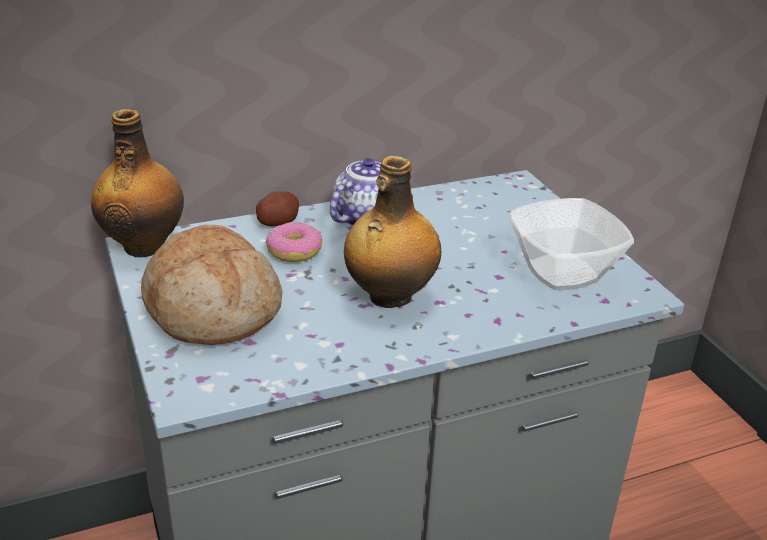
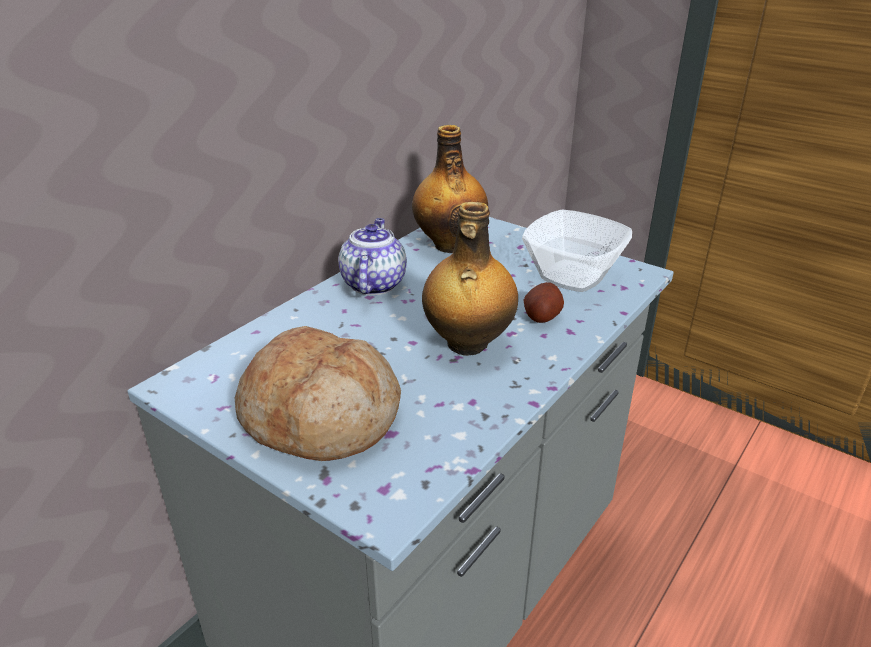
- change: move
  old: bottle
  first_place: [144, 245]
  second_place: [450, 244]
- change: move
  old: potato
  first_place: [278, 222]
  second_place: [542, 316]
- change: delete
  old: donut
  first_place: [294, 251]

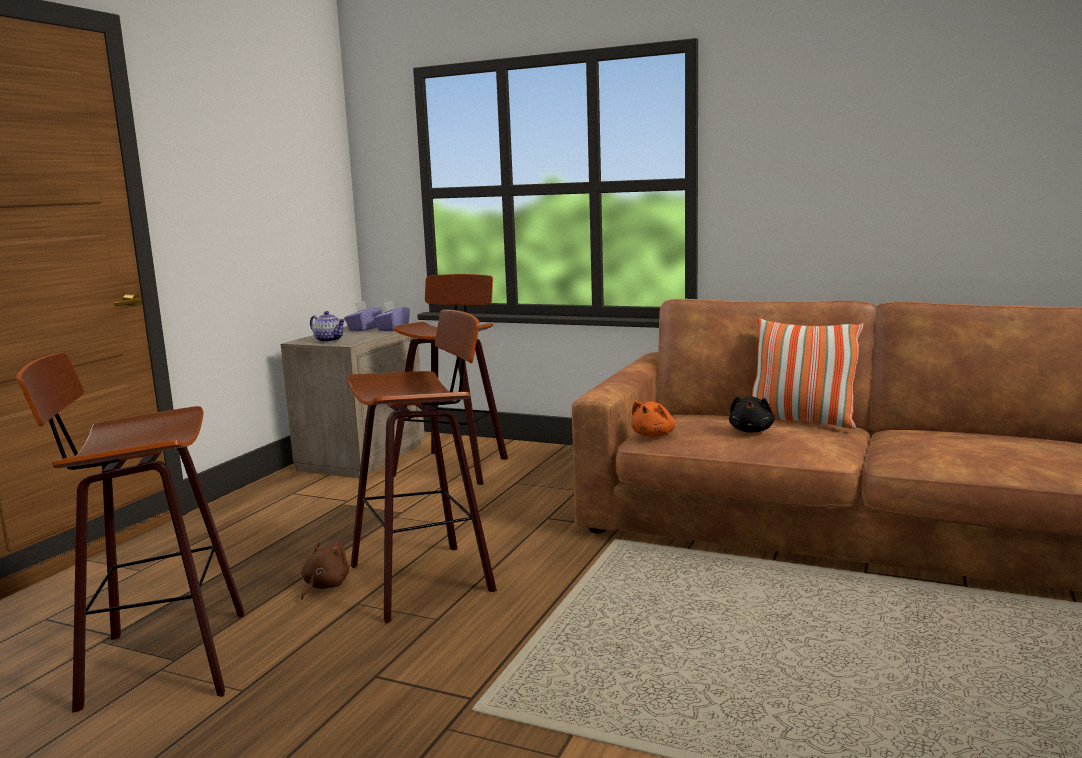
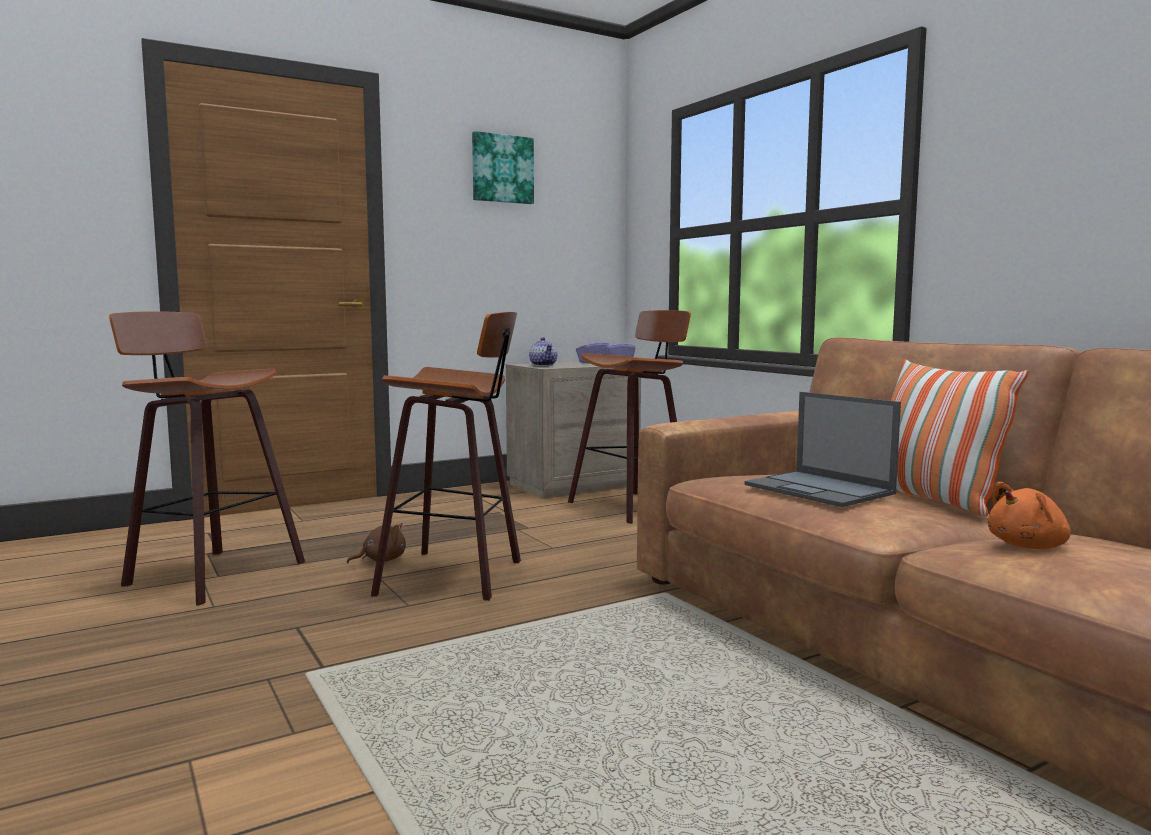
- change: insert
  new: picture
  second_place: [502, 169]
- change: replace
  old: plush toy (black)
  new: laptop
  first_place: [751, 430]
  second_place: [820, 489]
- change: move
  old: plush toy (orange)
  first_place: [654, 435]
  second_place: [1030, 546]

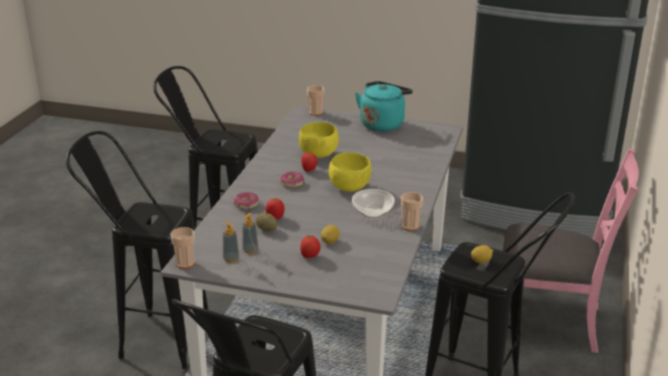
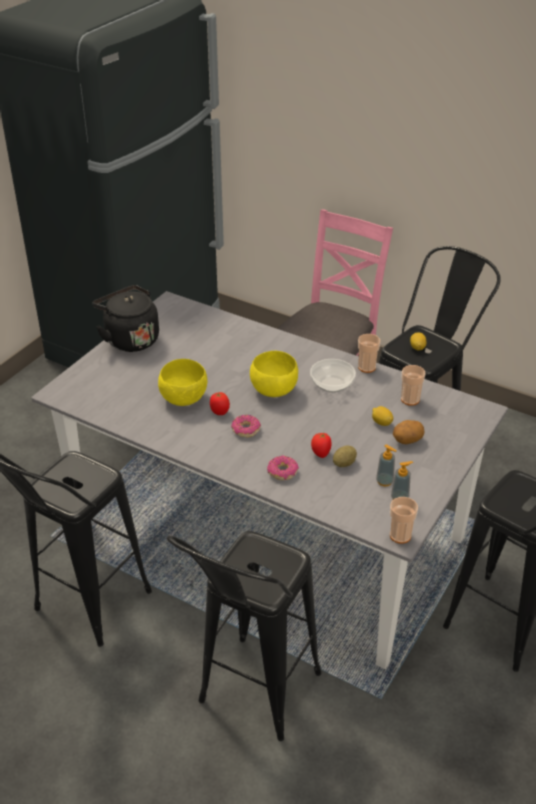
- change: recolor
  old: kettle (turquoise)
  new: kettle (black)
  first_place: [383, 123]
  second_place: [130, 339]
- change: replace
  old: tomato
  new: potato
  first_place: [310, 256]
  second_place: [407, 440]
- change: move
  old: cup
  first_place: [315, 112]
  second_place: [410, 399]

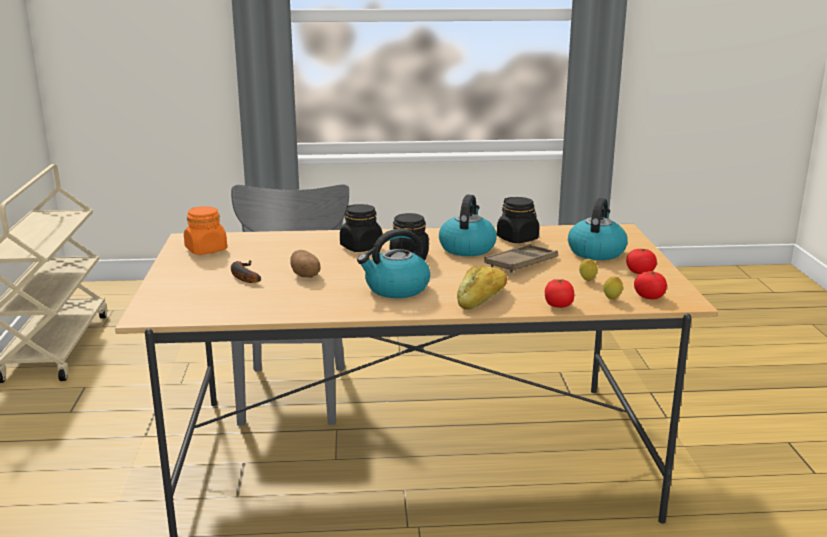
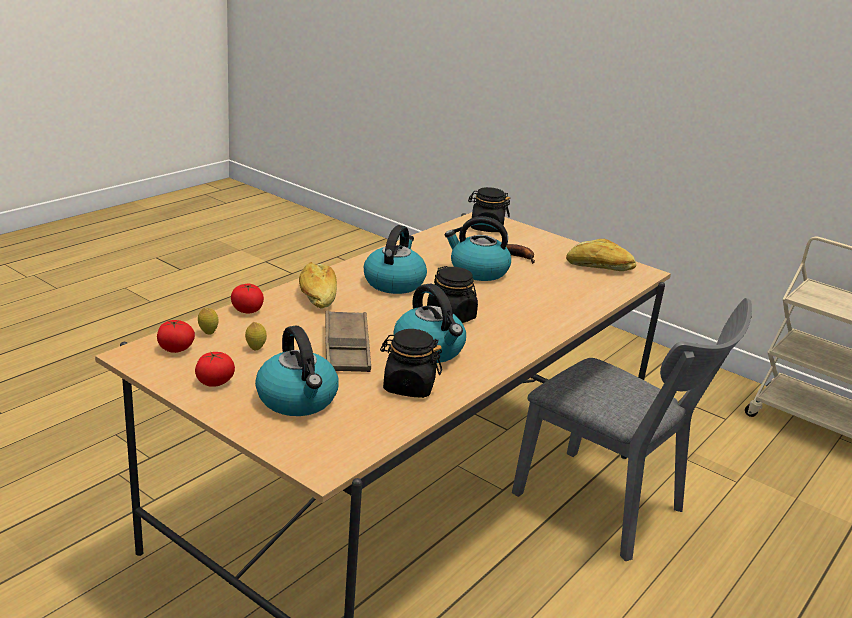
- change: replace
  old: potato
  new: kettle
  first_place: [306, 276]
  second_place: [478, 271]
- change: move
  old: jar (black)
  first_place: [361, 247]
  second_place: [486, 227]
- change: replace
  old: jar (orange)
  new: bread
  first_place: [206, 250]
  second_place: [599, 267]

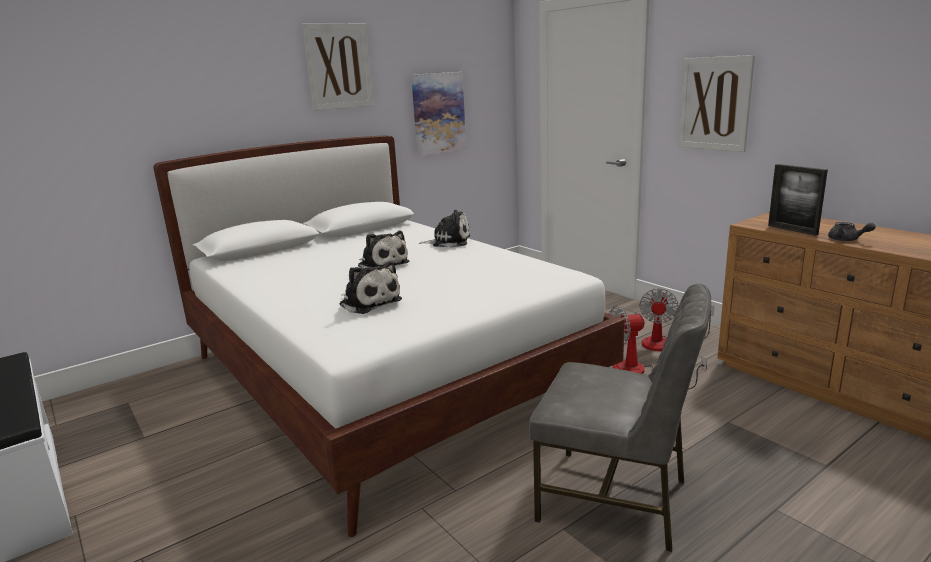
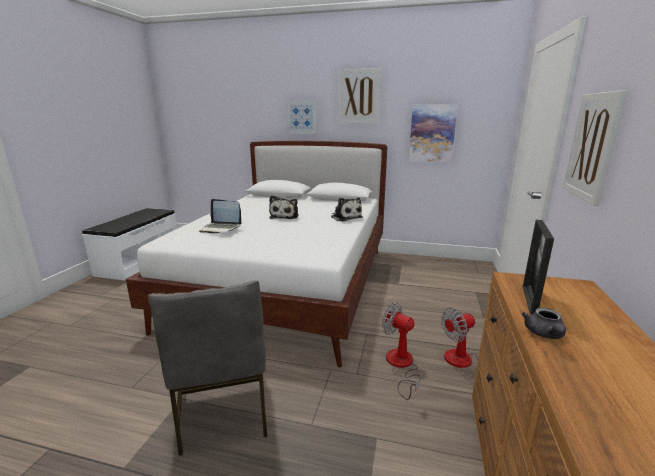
- change: replace
  old: plush toy
  new: laptop
  first_place: [369, 302]
  second_place: [221, 228]
- change: insert
  new: picture
  second_place: [302, 116]

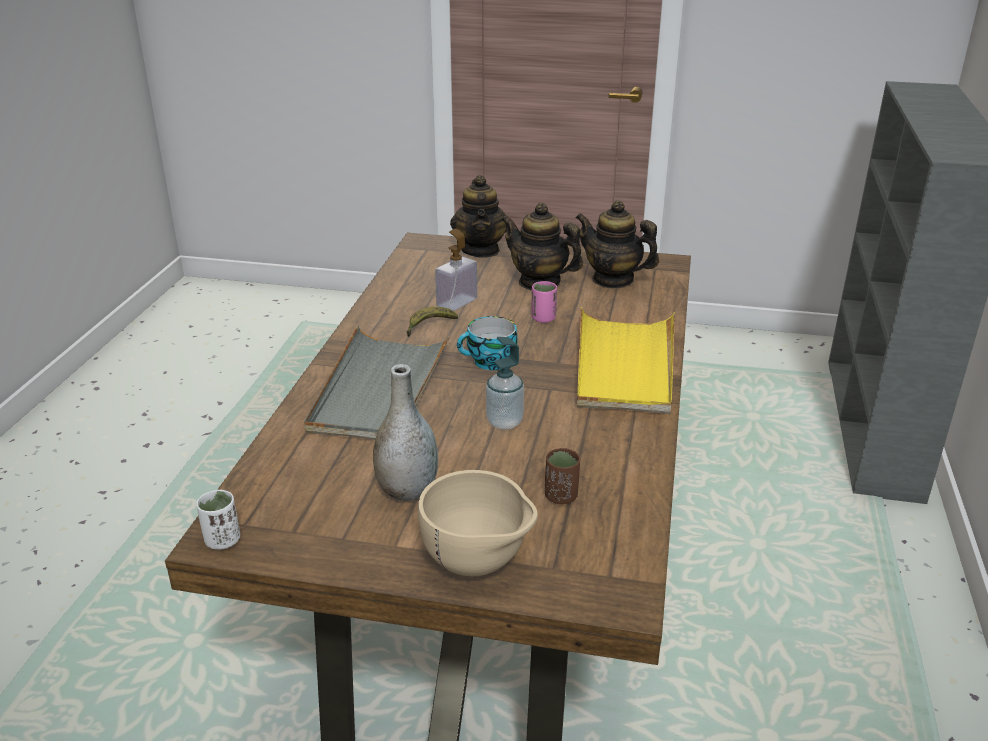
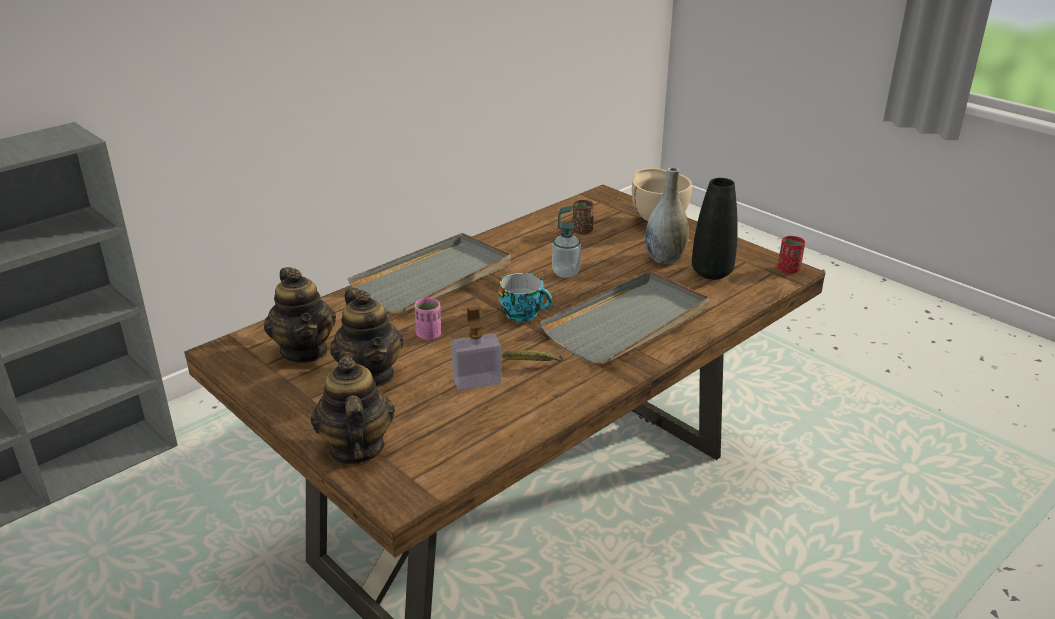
- change: rotate
  old: teapot
  first_place: [480, 250]
  second_place: [356, 448]
  degrees: -45
- change: recolor
  old: tray (yellow)
  new: tray (grey)
  first_place: [624, 365]
  second_place: [434, 278]
- change: insert
  new: vase (black)
  second_place: [711, 273]
- change: recolor
  old: cup (white)
  new: cup (red)
  first_place: [222, 540]
  second_place: [788, 269]

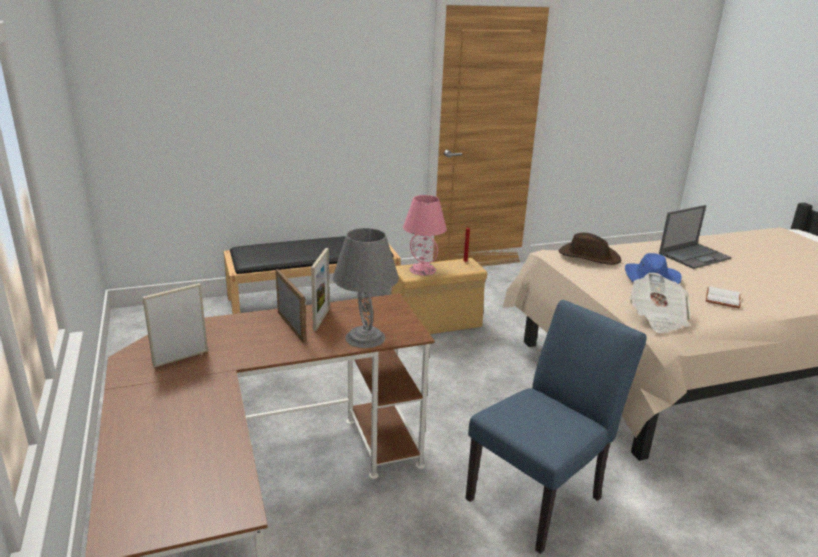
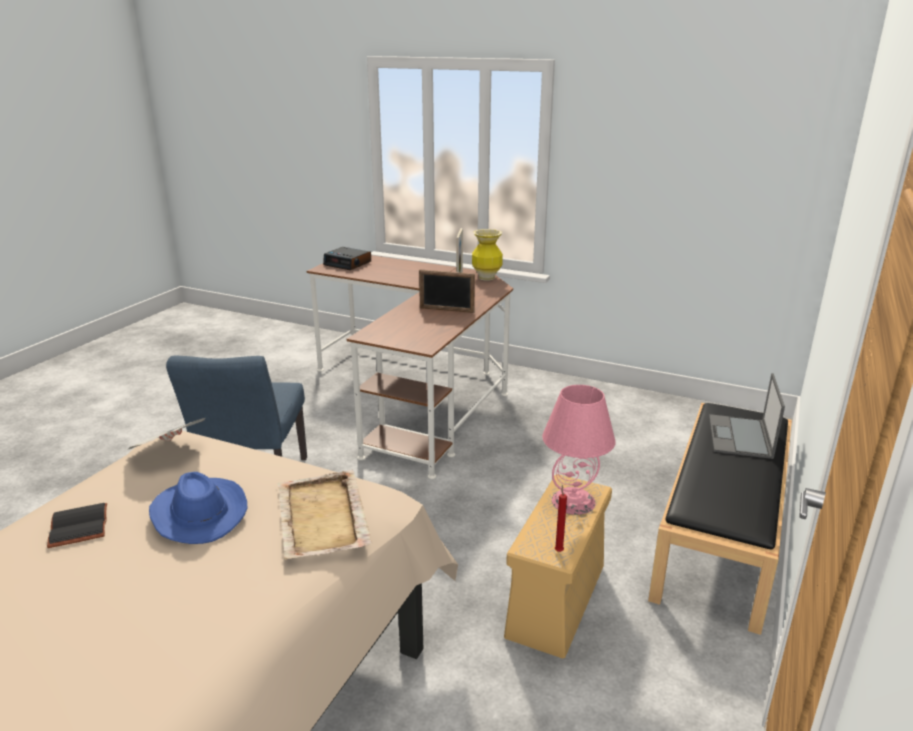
- change: recolor
  old: book (white)
  new: book (black)
  first_place: [723, 299]
  second_place: [77, 526]
- change: replace
  old: hat (brown)
  new: tray (beige)
  first_place: [588, 256]
  second_place: [322, 518]
- change: insert
  new: alarm clock
  second_place: [348, 263]
- change: insert
  new: vase
  second_place: [486, 278]
- change: move
  old: laptop
  first_place: [694, 256]
  second_place: [740, 437]
- change: delete
  old: picture frame
  first_place: [321, 319]
- change: delete
  old: table lamp (grey)
  first_place: [364, 337]

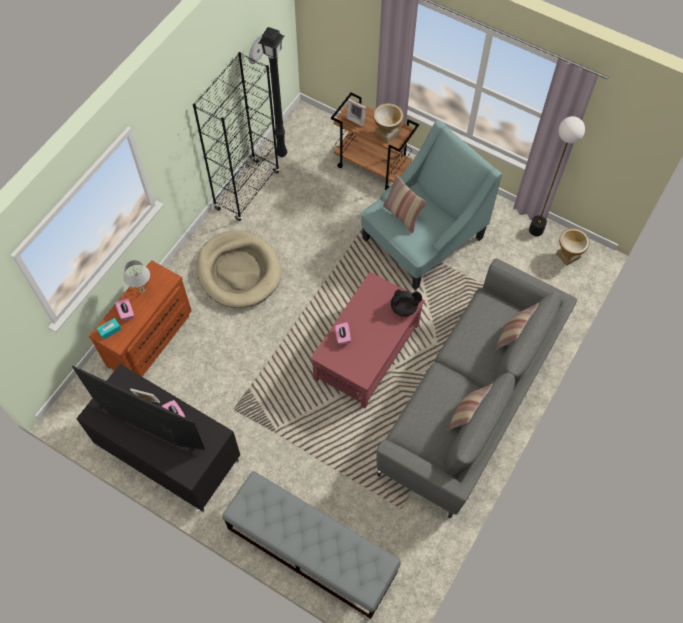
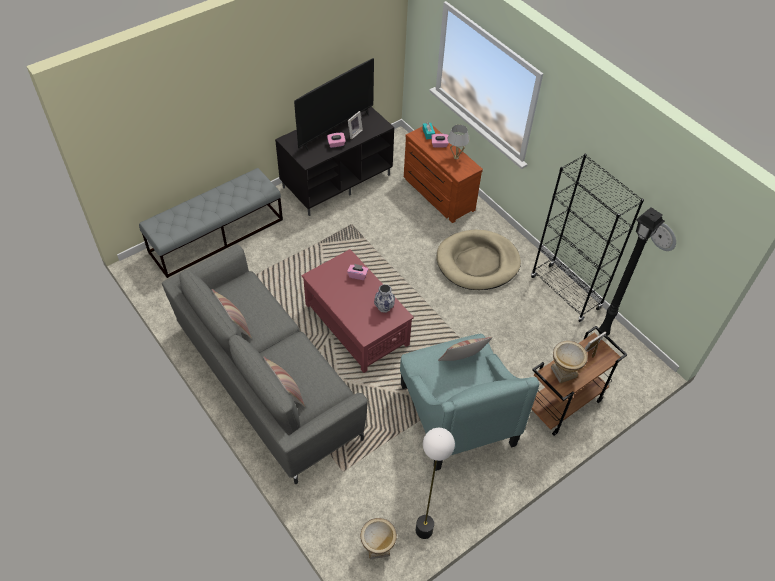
- change: insert
  new: vase
  second_place: [384, 307]
- change: delete
  old: teapot (black)
  first_place: [404, 308]

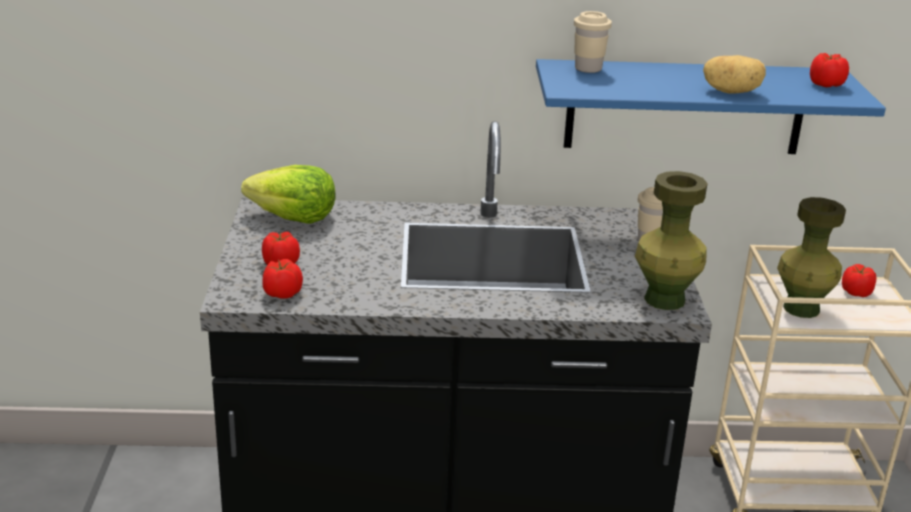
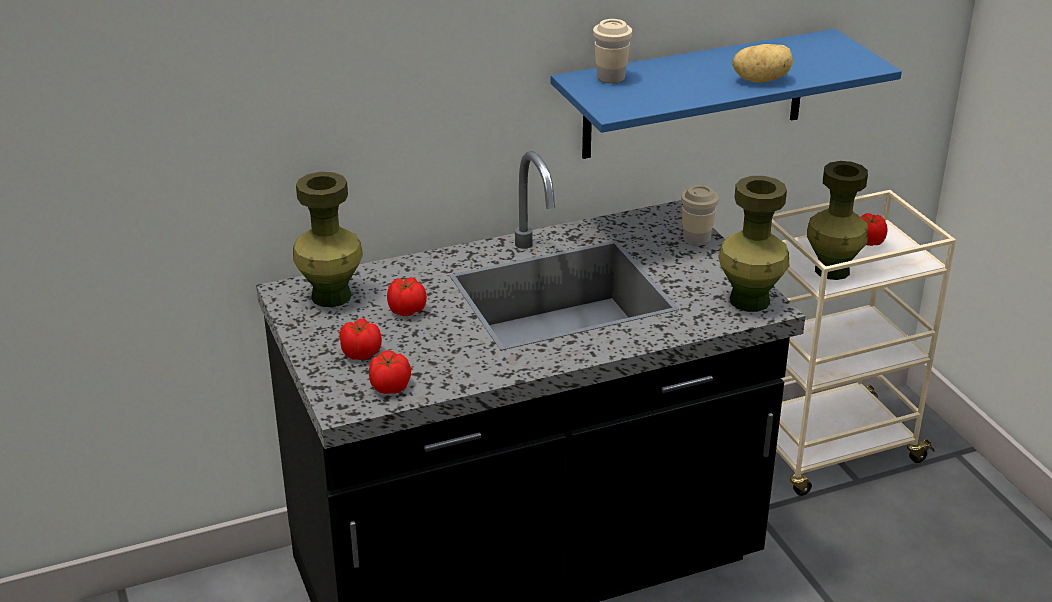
- change: replace
  old: lettuce
  new: vase (green)
  first_place: [293, 218]
  second_place: [331, 296]
- change: move
  old: tomato
  first_place: [825, 84]
  second_place: [406, 310]

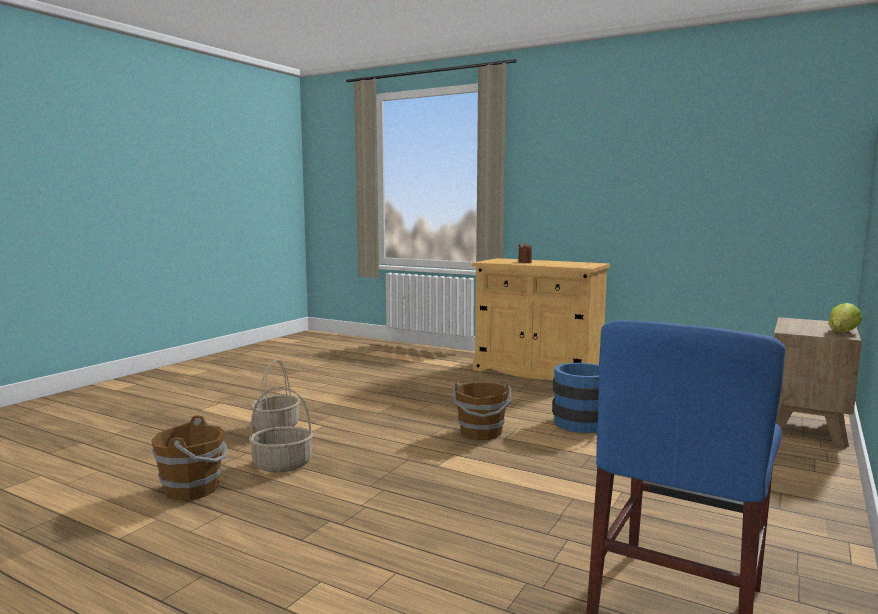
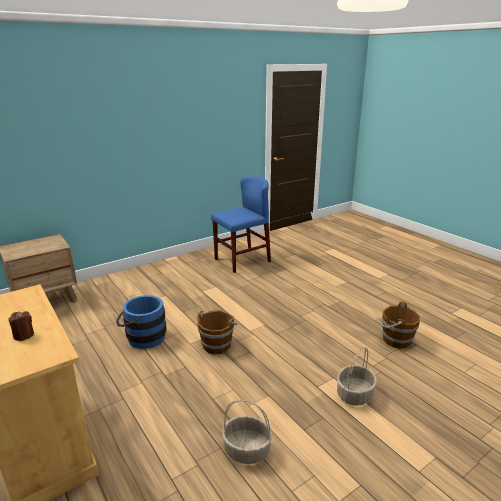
- change: move
  old: basket
  first_place: [283, 464]
  second_place: [246, 450]
- change: delete
  old: lettuce
  first_place: [842, 332]

